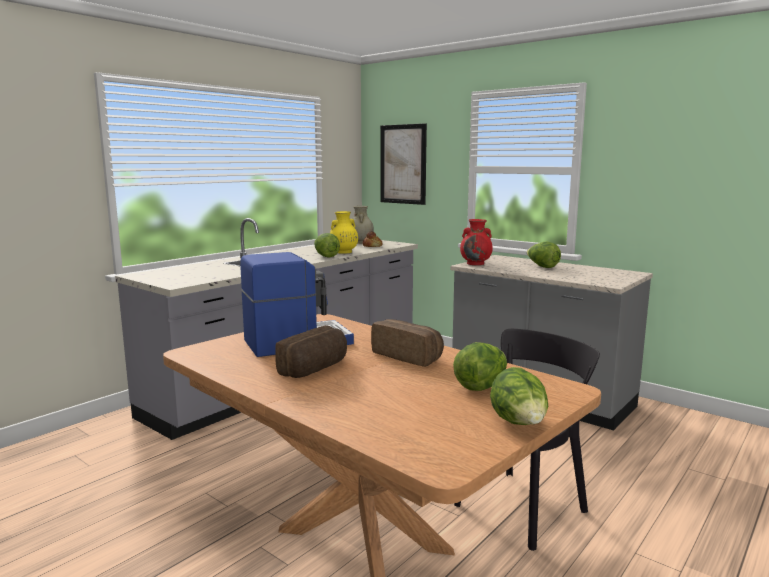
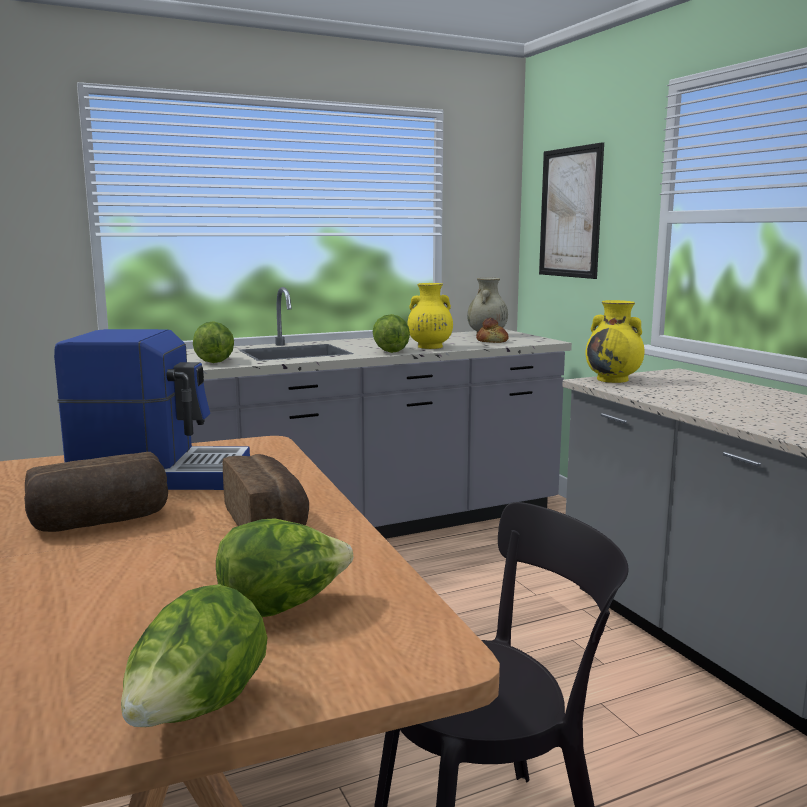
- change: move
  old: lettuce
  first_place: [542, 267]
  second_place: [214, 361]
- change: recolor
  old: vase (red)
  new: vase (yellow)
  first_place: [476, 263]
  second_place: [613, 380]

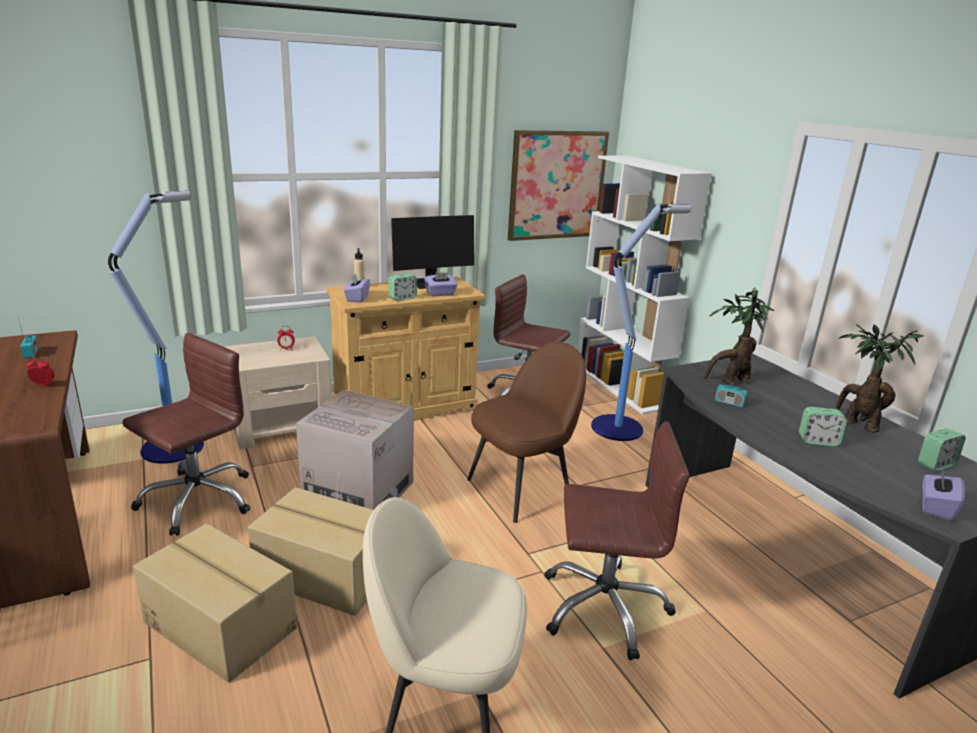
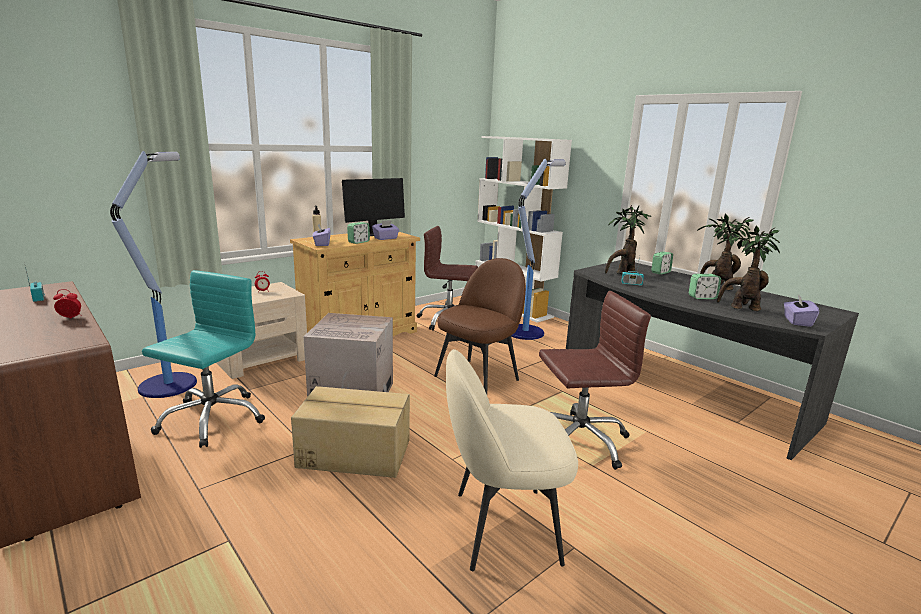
- change: recolor
  old: office chair (brown)
  new: office chair (turquoise)
  first_place: [197, 500]
  second_place: [211, 419]
- change: move
  old: alarm clock
  first_place: [935, 464]
  second_place: [660, 272]
- change: insert
  new: potted plant
  second_place: [740, 308]
- change: delete
  old: cardboard box
  first_place: [221, 624]
- change: delete
  old: picture
  first_place: [557, 185]

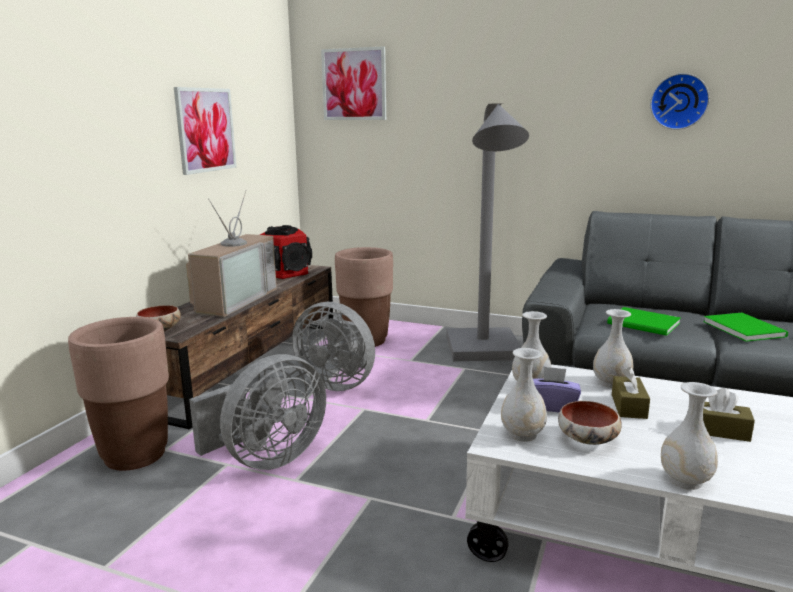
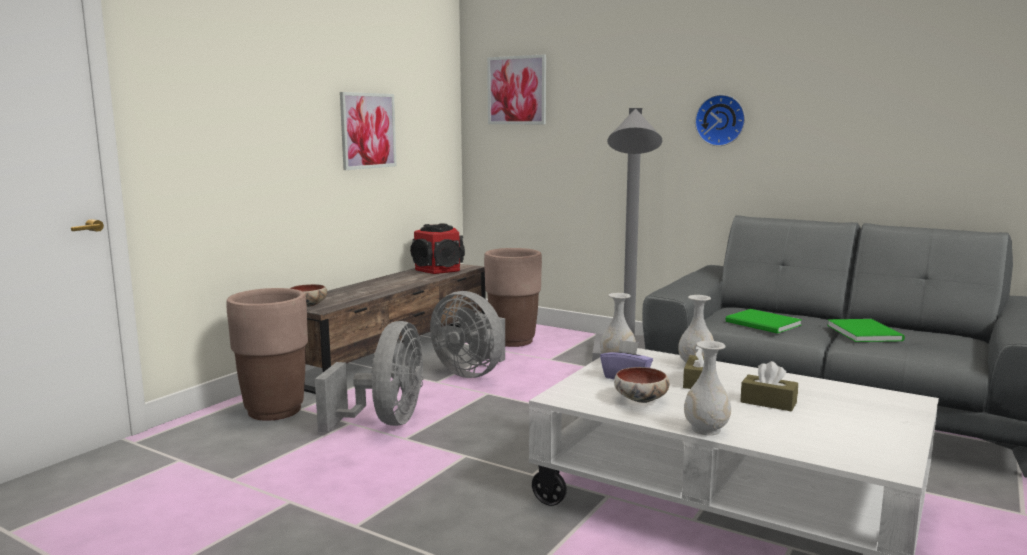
- change: rotate
  old: fan (grey)
  first_place: [267, 459]
  second_place: [385, 422]
  degrees: -45
- change: move
  old: wall clock
  first_place: [679, 101]
  second_place: [720, 120]
- change: delete
  old: television
  first_place: [233, 300]
- change: delete
  old: vase (white)
  first_place: [523, 434]

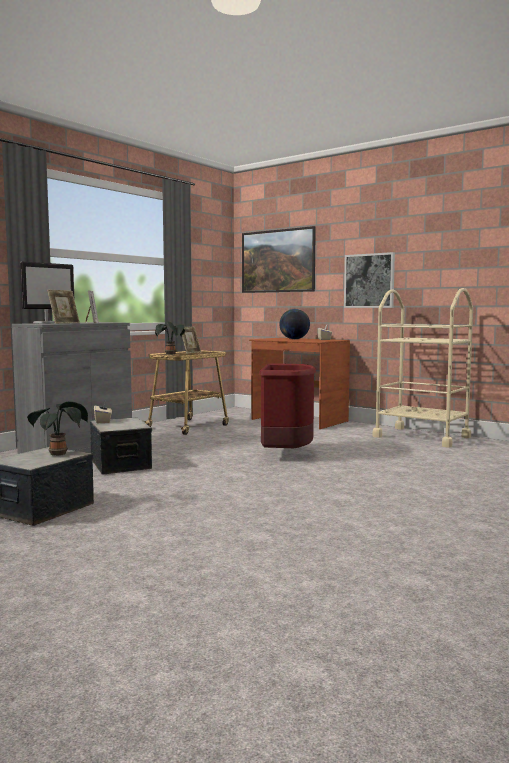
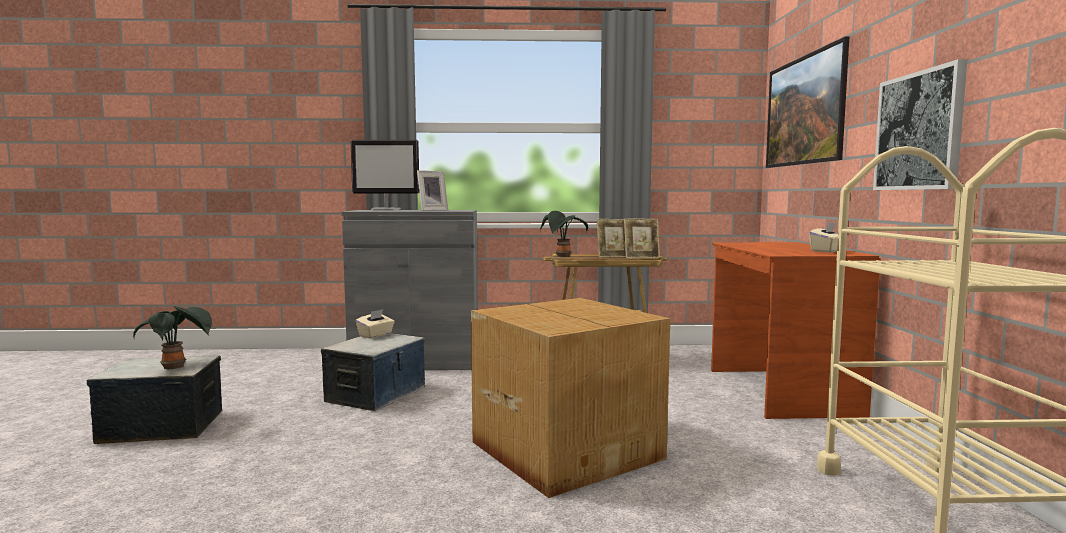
- change: replace
  old: trash can (red)
  new: cardboard box
  first_place: [286, 454]
  second_place: [566, 449]
- change: move
  old: picture frame
  first_place: [64, 323]
  second_place: [641, 257]
- change: delete
  old: globe
  first_place: [294, 339]

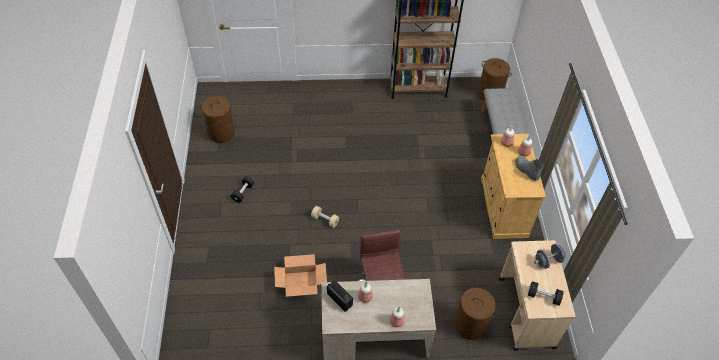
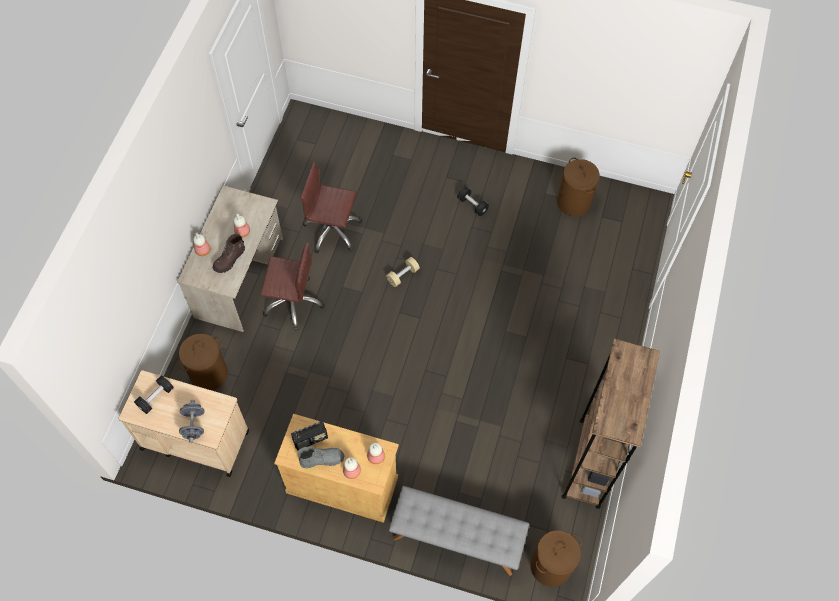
- change: insert
  new: boot (brown)
  second_place: [230, 260]
- change: move
  old: radio
  first_place: [339, 299]
  second_place: [311, 439]
- change: replace
  old: cardboard box
  new: office chair (brown)
  first_place: [301, 282]
  second_place: [332, 231]

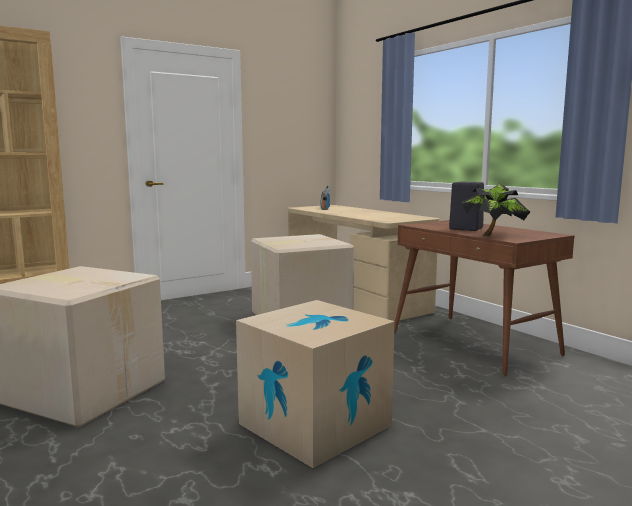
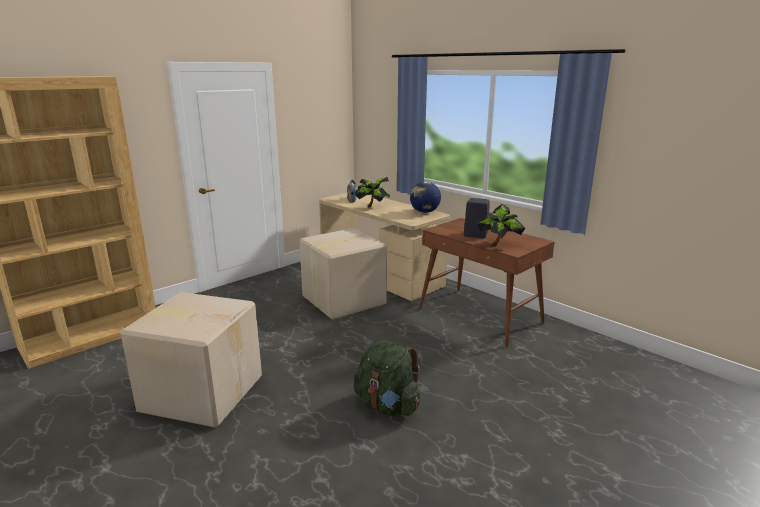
- change: replace
  old: cardboard box
  new: backpack (green)
  first_place: [315, 424]
  second_place: [387, 406]
- change: insert
  new: potted plant
  second_place: [373, 207]
- change: insert
  new: globe
  second_place: [424, 212]

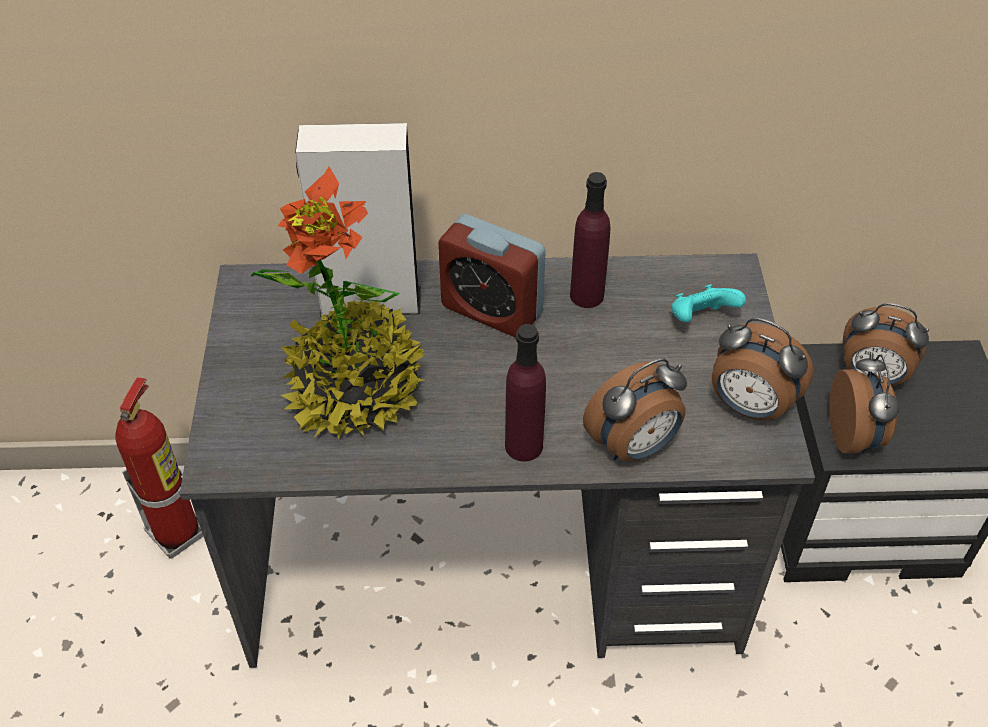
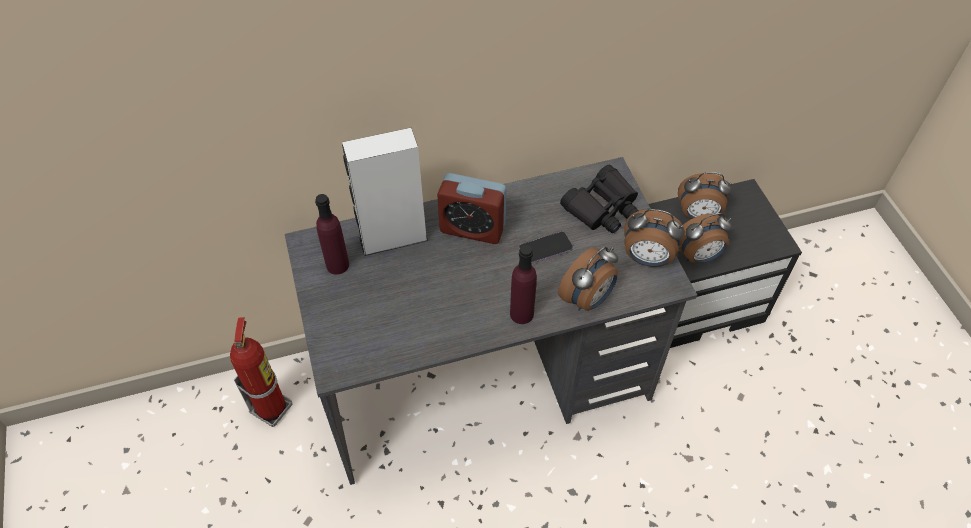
- change: move
  old: bottle (purple)
  first_place: [586, 295]
  second_place: [337, 265]
- change: insert
  new: phone
  second_place: [545, 249]
- change: replace
  old: game controller (turquoise)
  new: binoculars (black)
  first_place: [700, 319]
  second_place: [602, 208]
- change: rotate
  old: alarm clock
  first_place: [854, 436]
  second_place: [698, 256]
  degrees: 90
- change: delete
  old: potted plant
  first_place: [356, 389]

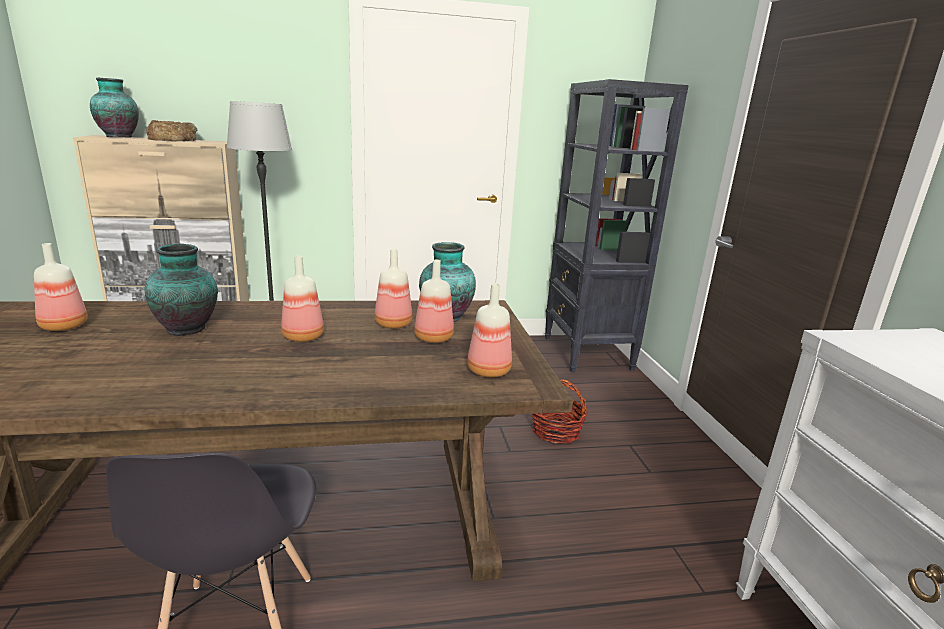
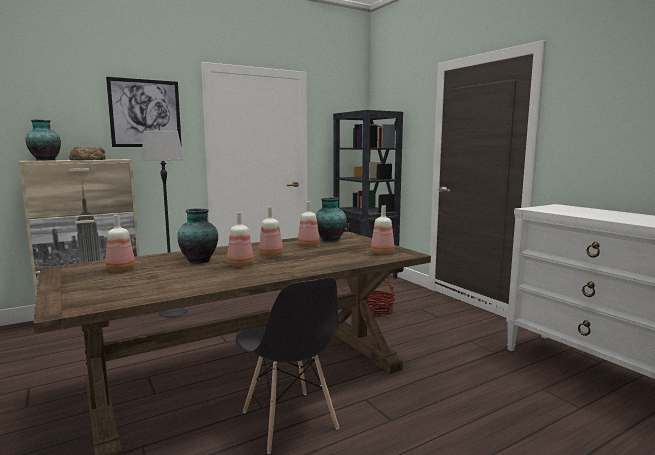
- change: insert
  new: picture
  second_place: [145, 113]
- change: move
  old: bottle
  first_place: [432, 338]
  second_place: [240, 265]

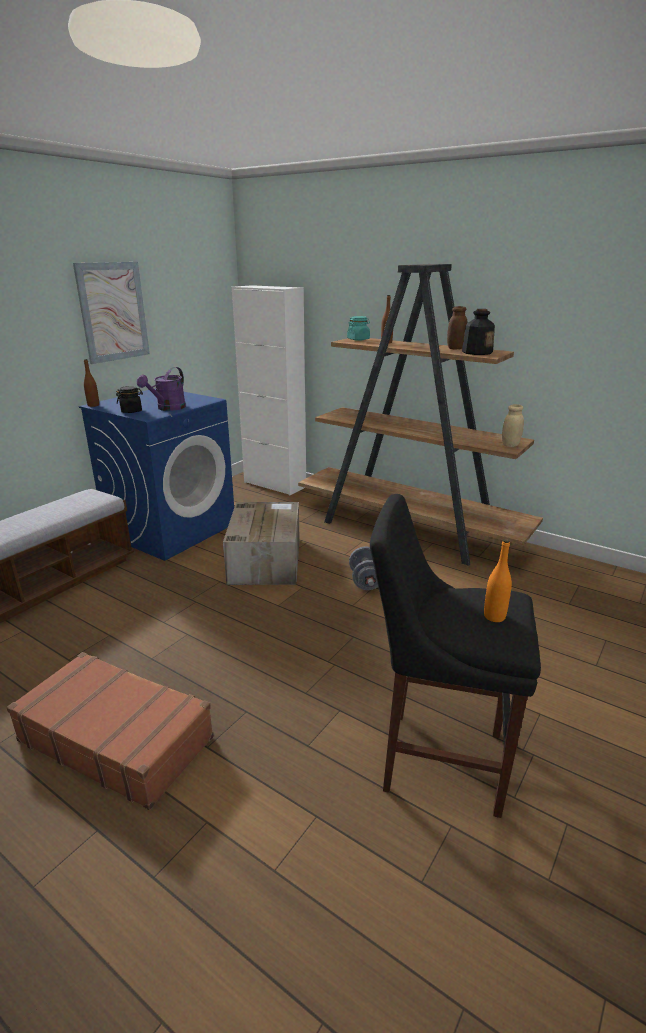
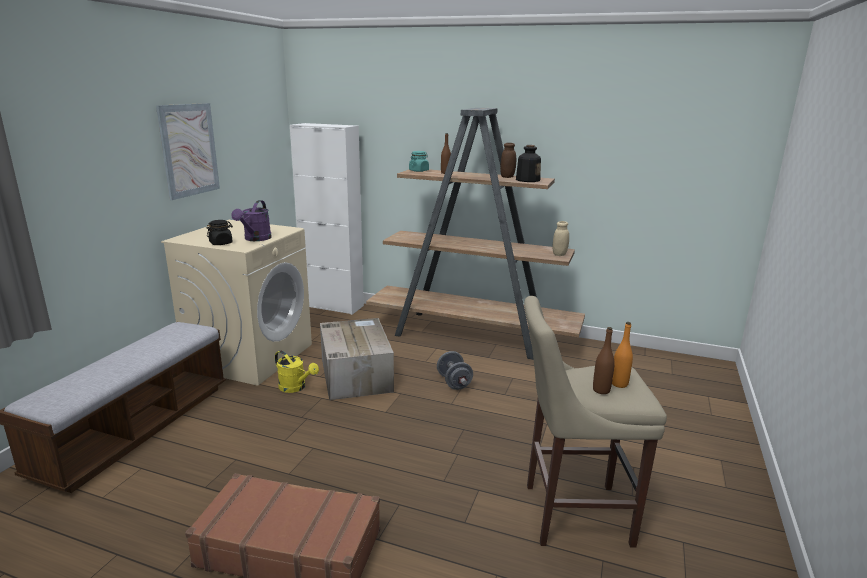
- change: recolor
  old: washing machine (blue)
  new: washing machine (beige)
  first_place: [171, 529]
  second_place: [250, 356]
- change: insert
  new: watering can (yellow)
  second_place: [296, 387]
- change: recolor
  old: stool (black)
  new: stool (beige)
  first_place: [436, 758]
  second_place: [571, 513]
- change: move
  old: bottle (brown)
  first_place: [93, 405]
  second_place: [601, 390]

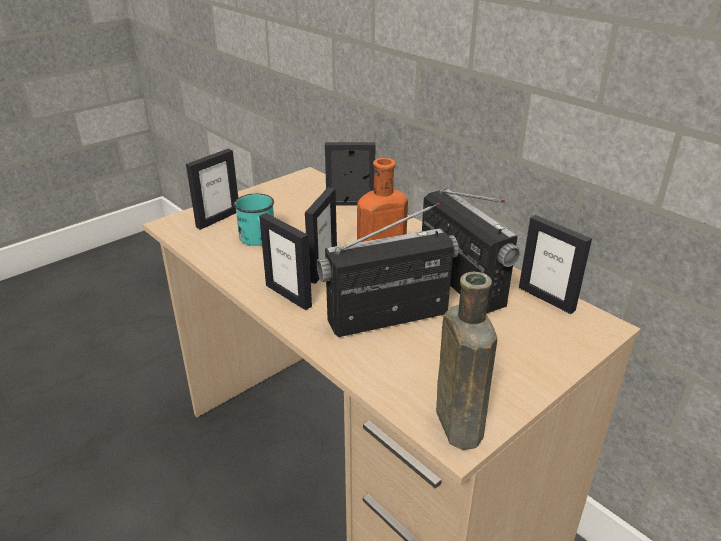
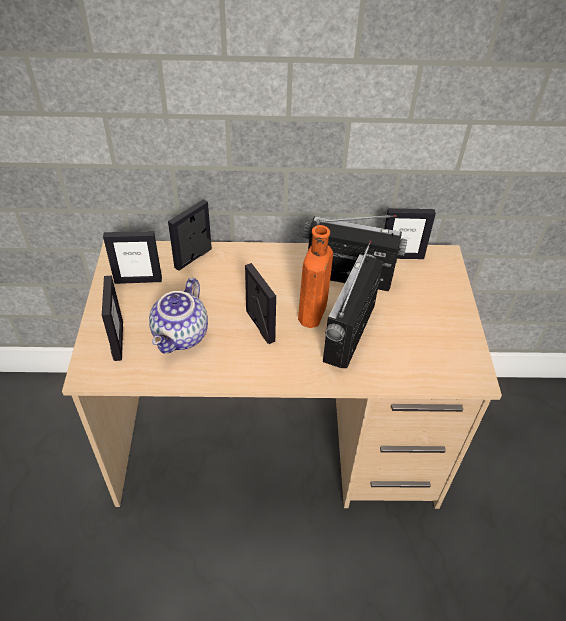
- change: move
  old: picture frame
  first_place: [289, 295]
  second_place: [138, 280]
- change: replace
  old: mug (turquoise)
  new: teapot
  first_place: [259, 240]
  second_place: [182, 336]
- change: delete
  old: bottle (brown)
  first_place: [457, 422]

